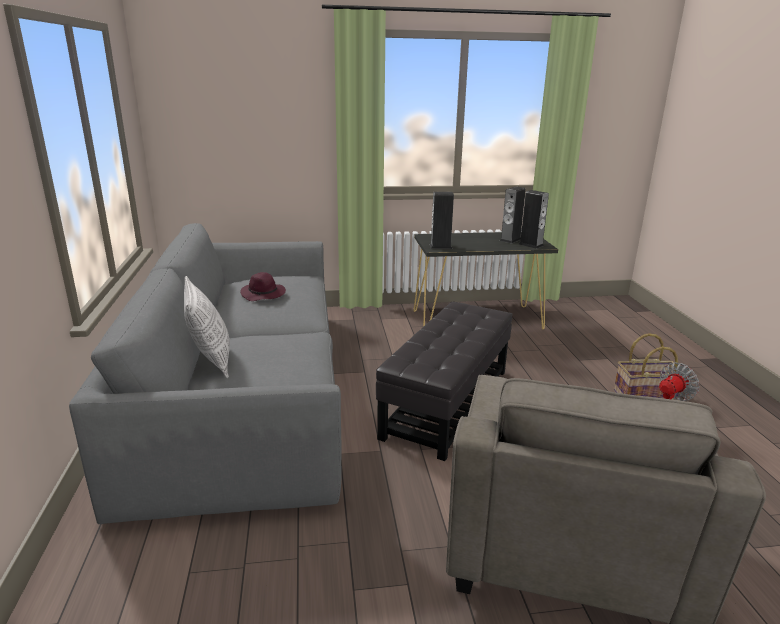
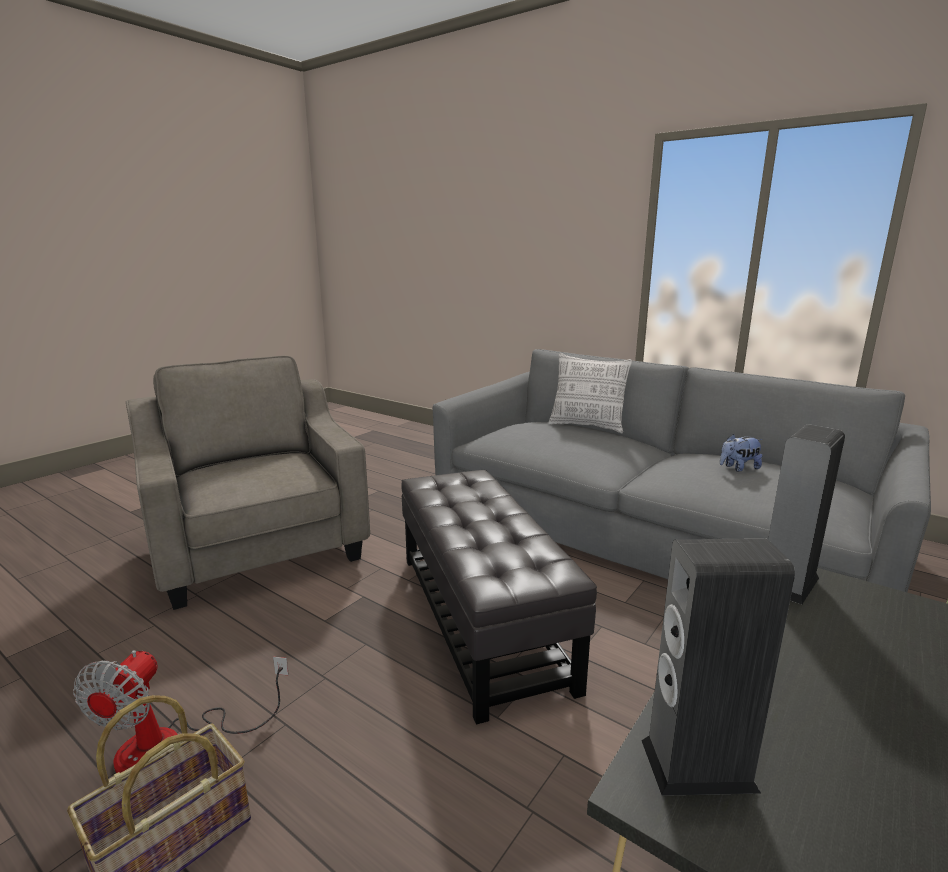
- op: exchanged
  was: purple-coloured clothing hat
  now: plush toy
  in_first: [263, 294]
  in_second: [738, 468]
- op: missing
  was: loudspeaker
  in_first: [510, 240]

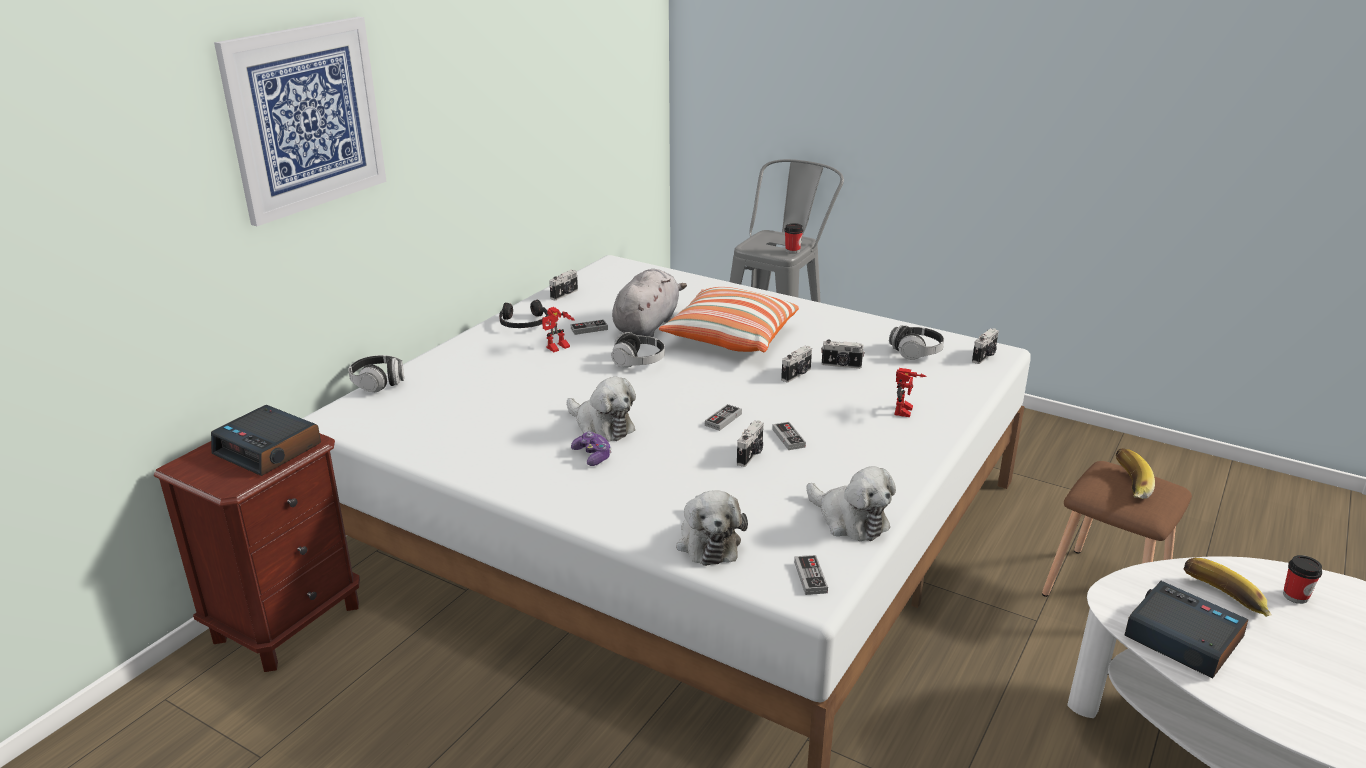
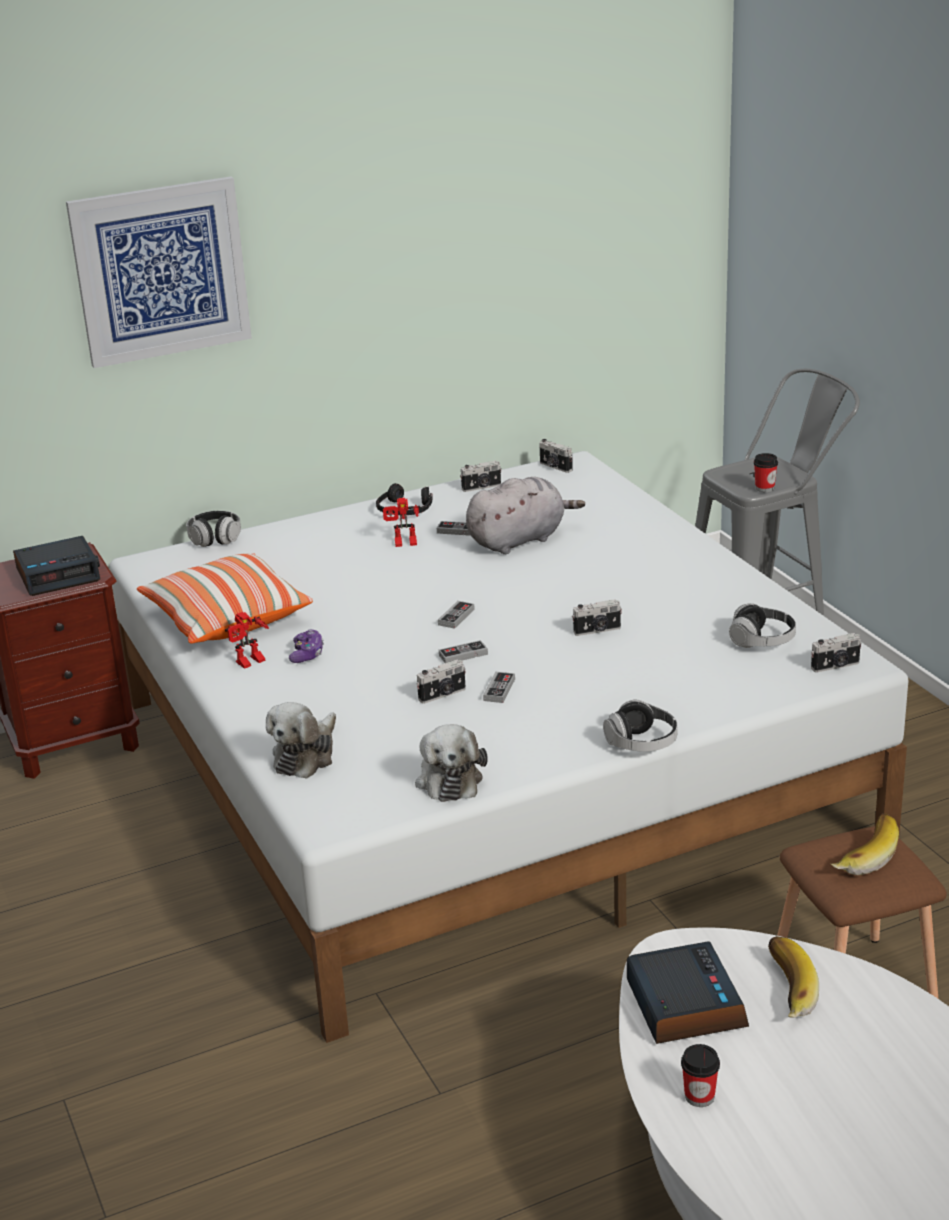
- op: spun
  was: table clock
  in_first: [269, 449]
  in_second: [59, 574]
  clockwise: -90
- op: missing
  was: plush toy
  in_first: [601, 426]
- op: relocated
  was: headset
  in_first: [638, 362]
  in_second: [642, 743]
- op: relocated
  was: throw pillow
  in_first: [730, 338]
  in_second: [225, 619]
- op: relocated
  was: gamepad
  in_first: [810, 577]
  in_second: [456, 617]
- op: relocated
  was: photo camera
  in_first: [841, 365]
  in_second: [555, 467]
- op: relocated
  was: robot figure
  in_first: [906, 412]
  in_second: [250, 663]
- op: relocated
  was: small cup
  in_first: [1295, 596]
  in_second: [699, 1096]

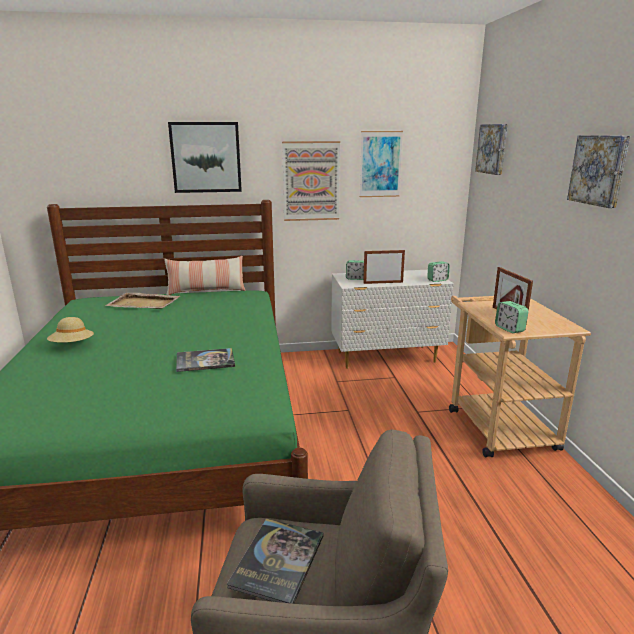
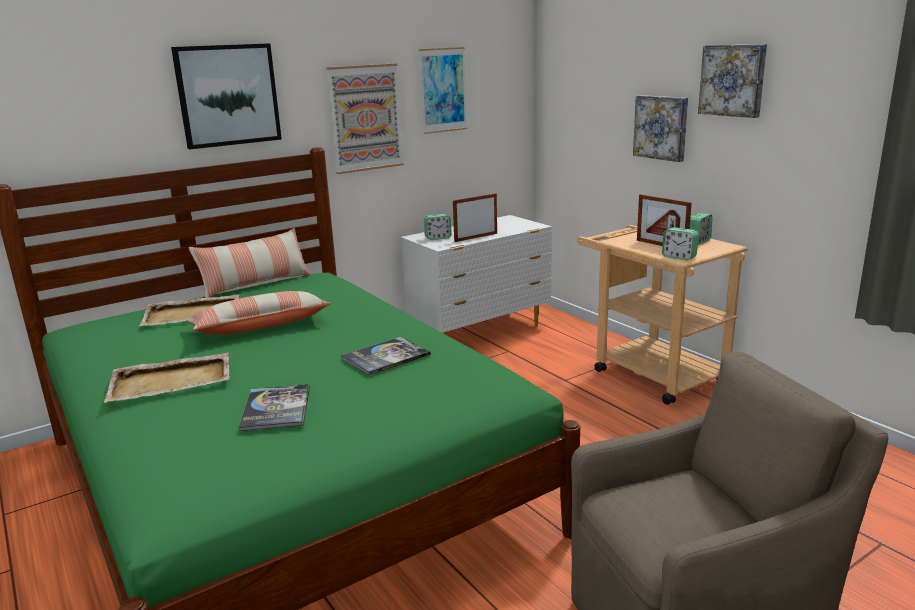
- op: exchanged
  was: beige clothing hat
  now: beige serving tray
  in_first: [72, 345]
  in_second: [172, 381]
- op: relocated
  was: book
  in_first: [278, 561]
  in_second: [276, 408]
- op: relocated
  was: table clock
  in_first: [437, 280]
  in_second: [698, 241]
- op: relocated
  was: picture
  in_first: [493, 149]
  in_second: [661, 127]
- op: appeared
  now: throw pillow
  in_second: [260, 327]

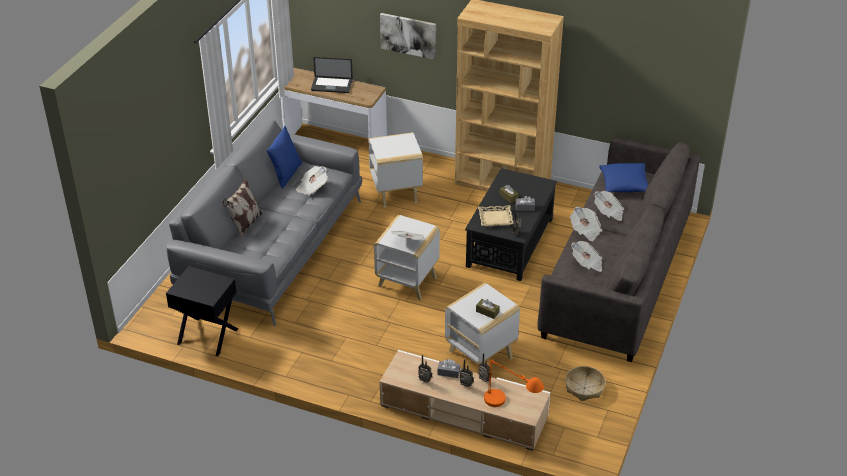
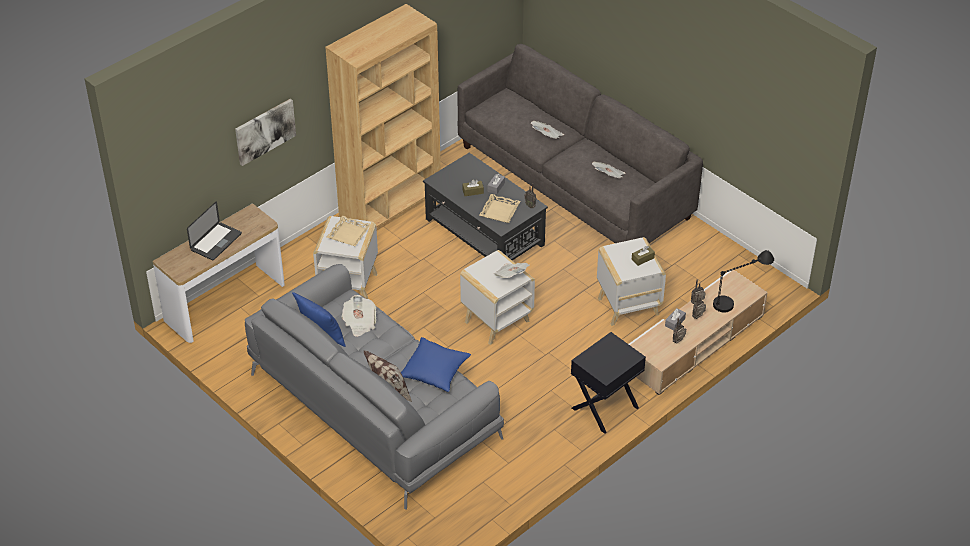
- op: relocated
  was: blackish nightstand
  in_first: [207, 337]
  in_second: [605, 408]
- op: colour
  was: orange table lamp
  now: blackish table lamp
  in_first: [510, 408]
  in_second: [739, 299]
- op: missing
  was: storage basket
  in_first: [584, 388]
- op: missing
  was: daily paper
  in_first: [585, 231]
- op: relocated
  was: blue throw pillow
  in_first: [624, 185]
  in_second: [434, 371]
- op: appeared
  now: beige serving tray
  in_second: [349, 234]

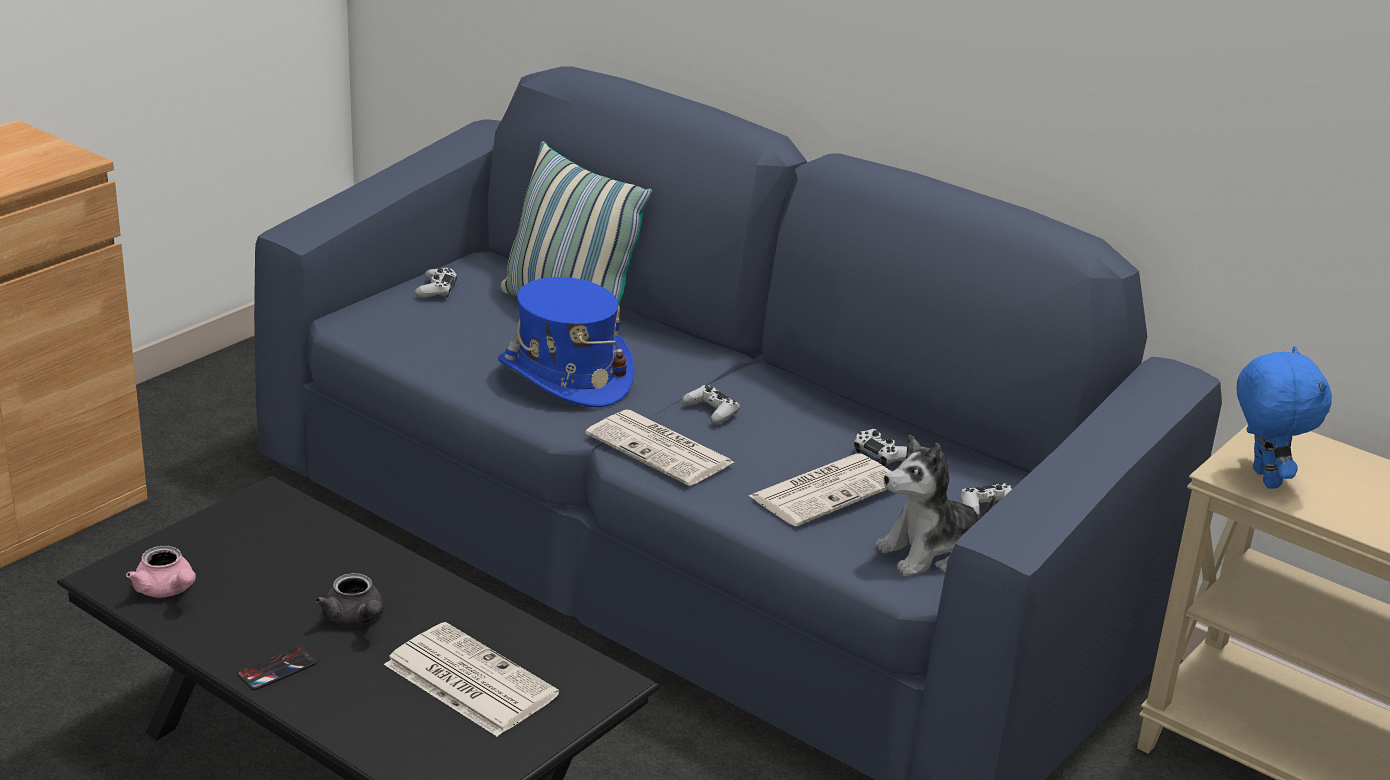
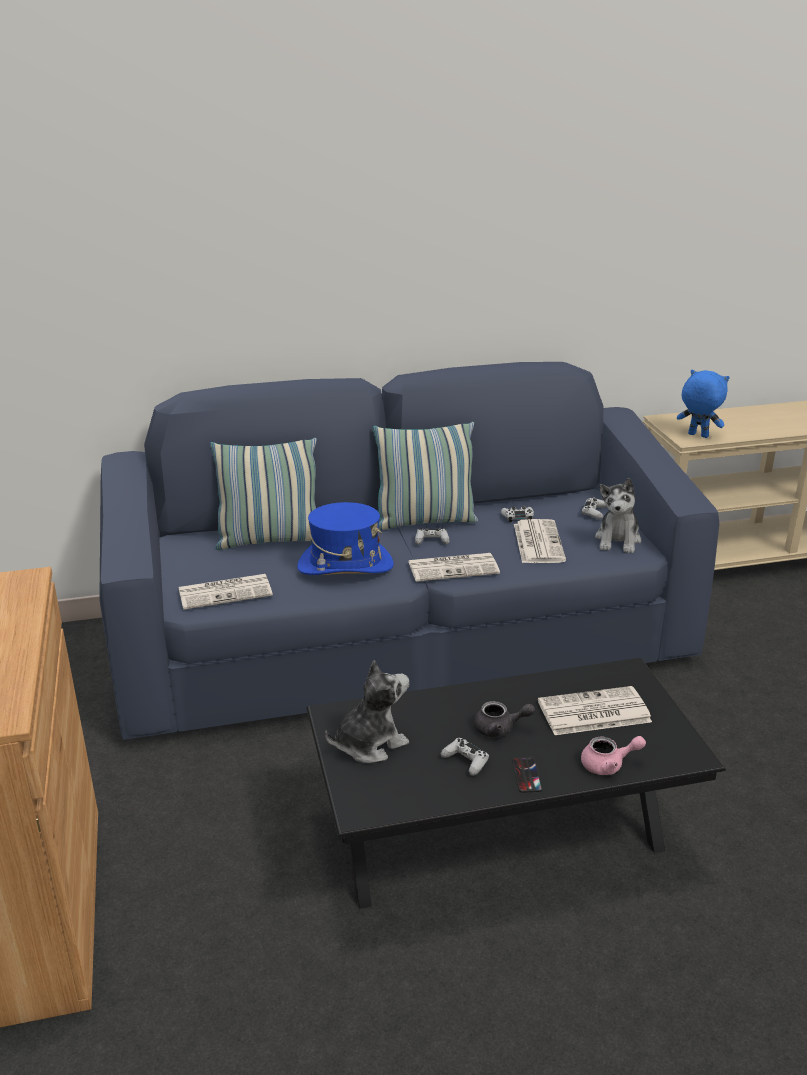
- op: relocated
  was: pinkish teapot
  in_first: [167, 590]
  in_second: [608, 765]
- op: relocated
  was: white gamepad
  in_first: [436, 289]
  in_second: [465, 761]
- op: appeared
  now: daily paper
  in_second: [226, 592]
- op: appeared
  now: plush toy
  in_second: [369, 744]
- op: appeared
  now: throw pillow
  in_second: [425, 521]

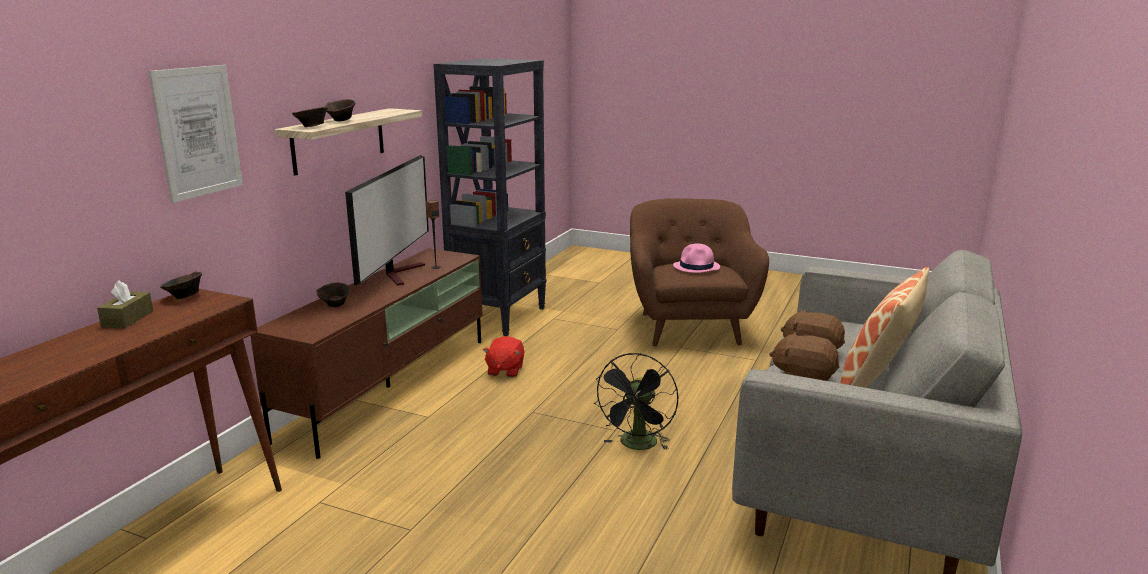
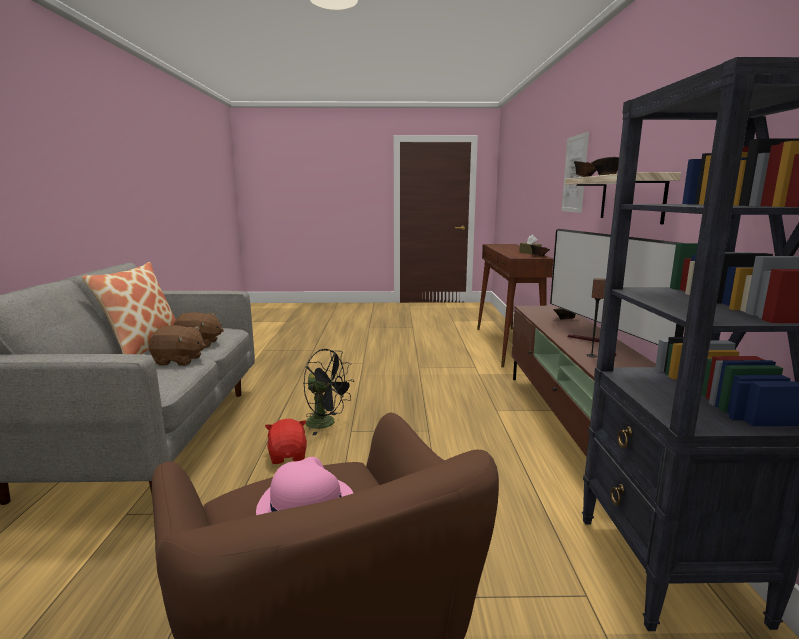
- op: relocated
  was: red-coloured plush toy
  in_first: [505, 370]
  in_second: [288, 456]
- op: spun
  was: blackish fan
  in_first: [637, 446]
  in_second: [327, 423]
  clockwise: 120

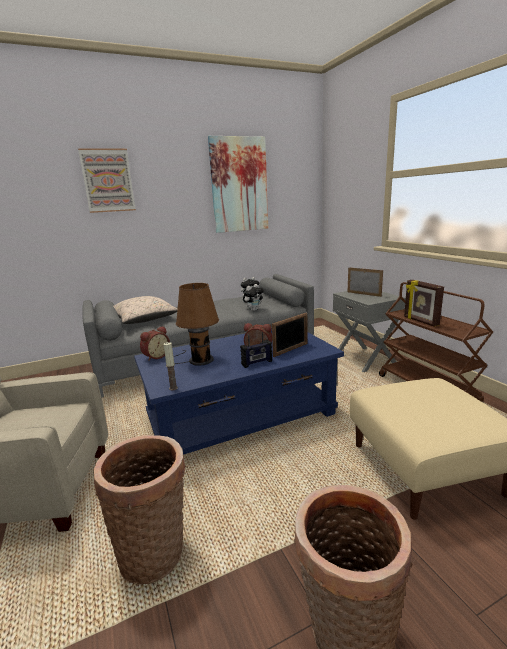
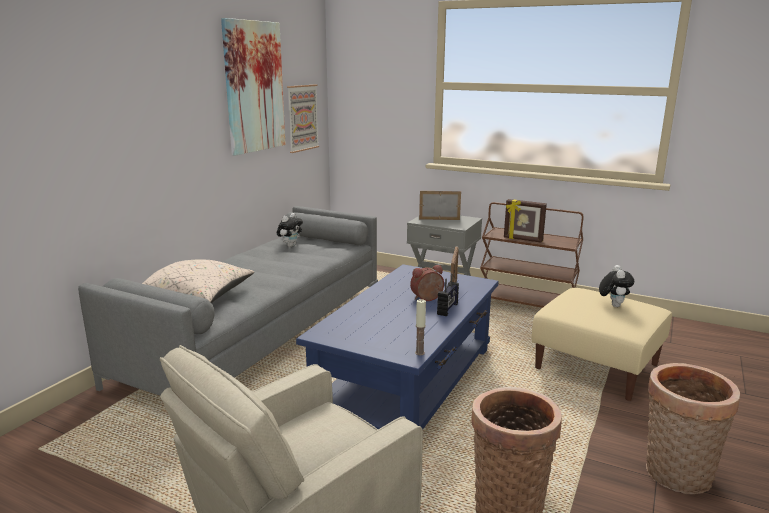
- op: relocated
  was: picture
  in_first: [108, 181]
  in_second: [302, 118]
- op: missing
  was: table clock
  in_first: [155, 356]
- op: missing
  was: brownish table lamp
  in_first: [198, 360]
- op: relocated
  was: plush toy
  in_first: [253, 310]
  in_second: [613, 305]

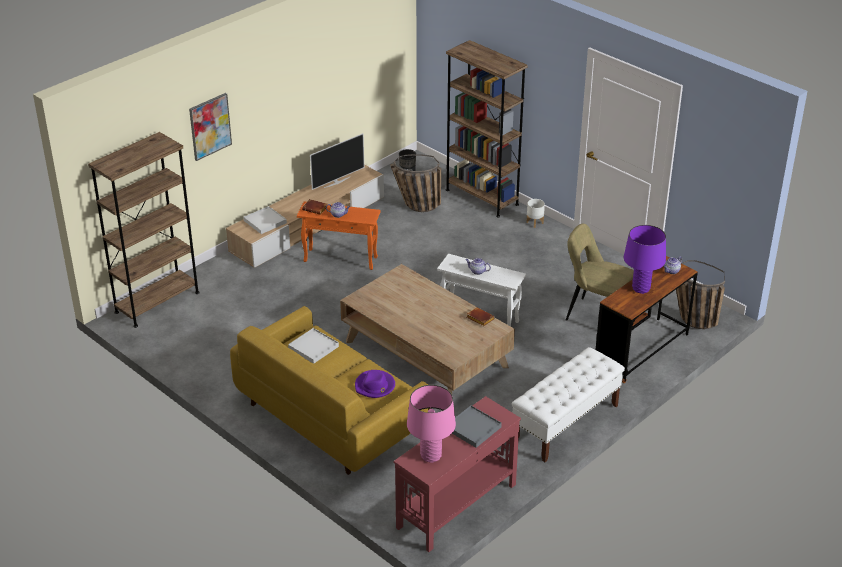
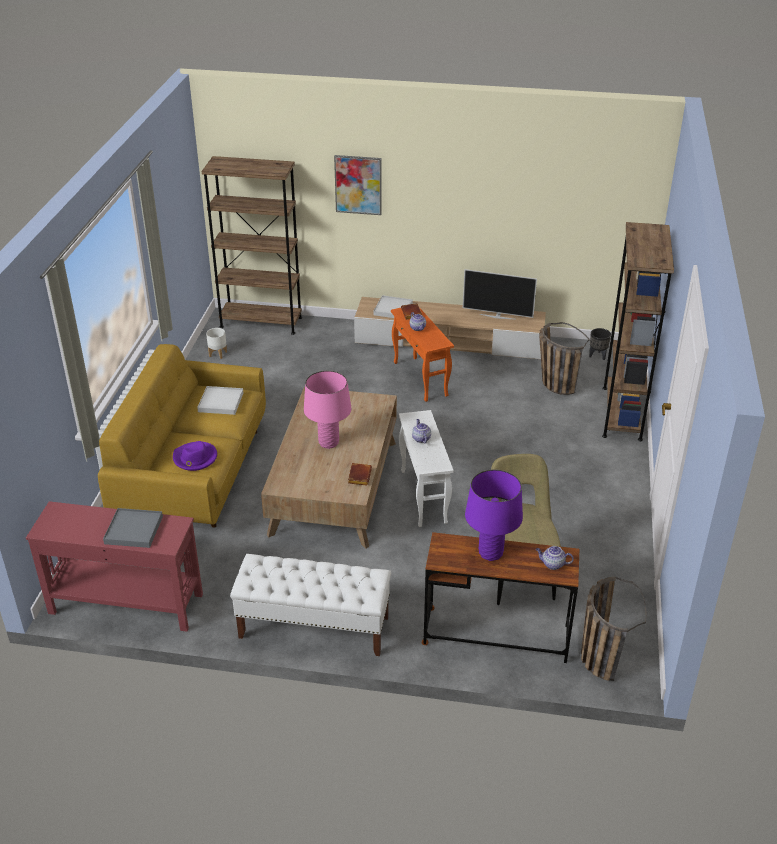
- op: relocated
  was: pinkish table lamp
  in_first: [431, 456]
  in_second: [329, 443]
- op: relocated
  was: white plant pot
  in_first: [534, 222]
  in_second: [218, 354]

